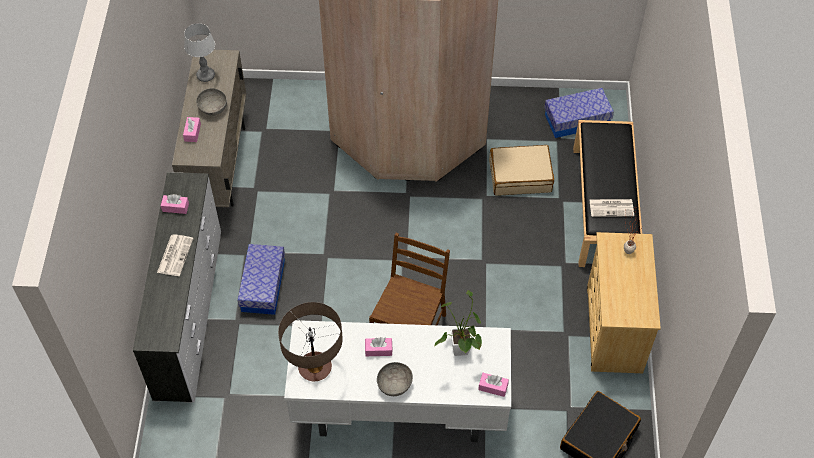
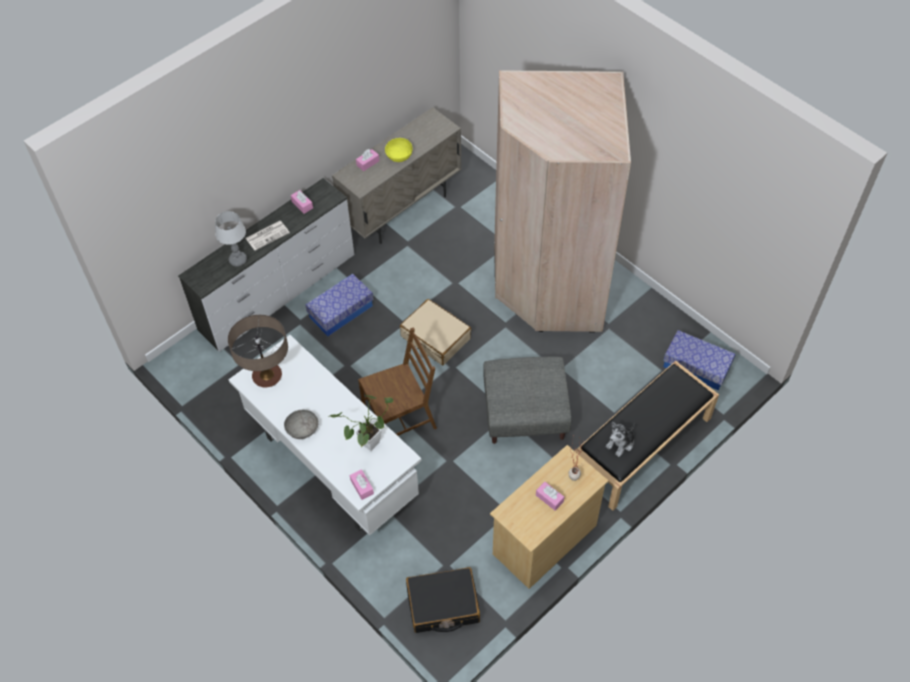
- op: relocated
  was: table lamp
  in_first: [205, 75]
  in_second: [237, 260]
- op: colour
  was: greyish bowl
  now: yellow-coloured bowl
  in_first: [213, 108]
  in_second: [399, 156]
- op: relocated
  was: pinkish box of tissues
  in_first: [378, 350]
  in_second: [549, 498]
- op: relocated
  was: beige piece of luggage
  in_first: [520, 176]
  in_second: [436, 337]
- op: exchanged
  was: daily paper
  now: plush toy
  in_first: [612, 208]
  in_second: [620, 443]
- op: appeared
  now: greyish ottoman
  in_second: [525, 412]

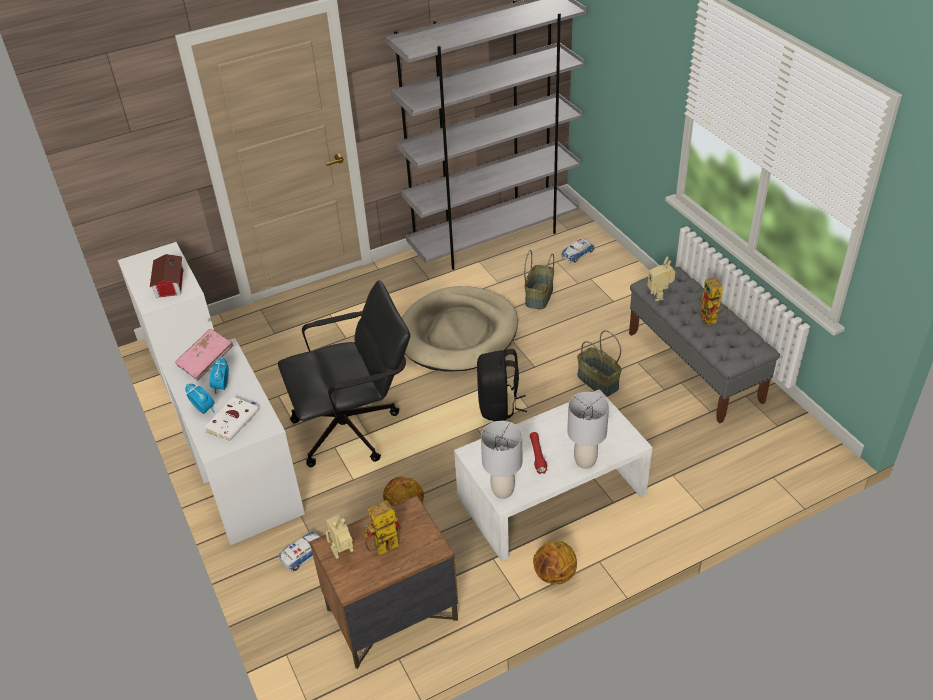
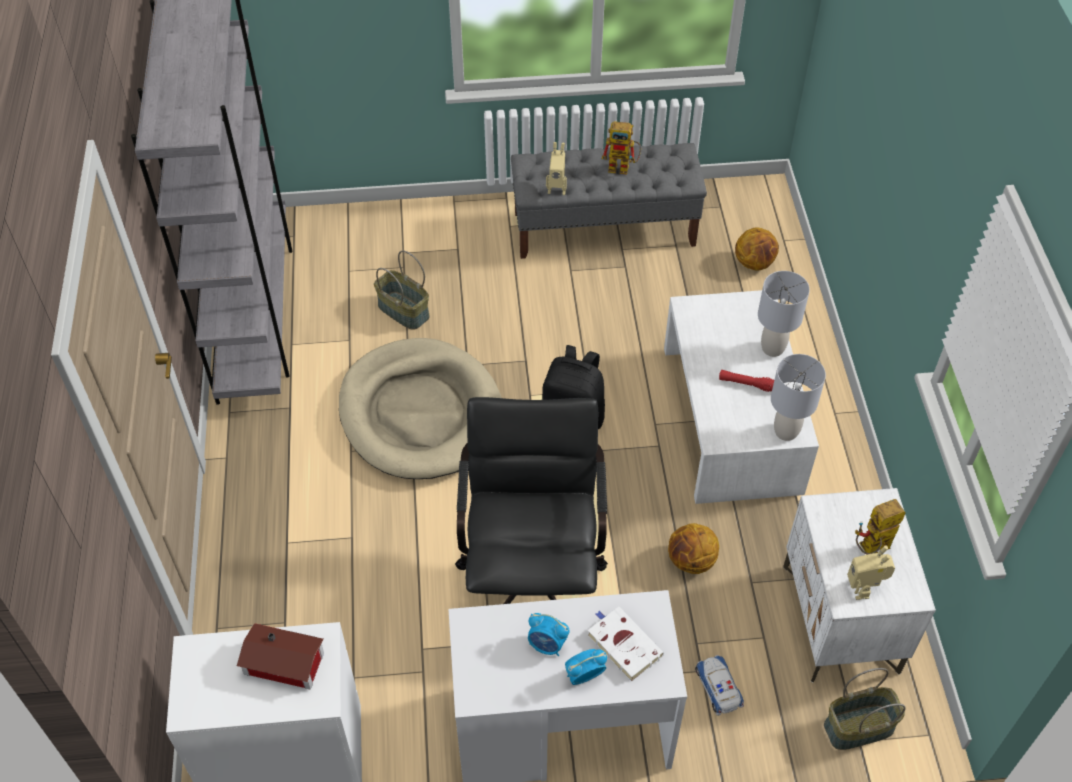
- op: missing
  was: pinkish book
  in_first: [206, 361]
- op: colour
  was: brownish nightstand
  now: white nightstand
  in_first: [391, 615]
  in_second: [840, 620]
- op: spun
  was: robot figure
  in_first: [382, 550]
  in_second: [870, 550]
  clockwise: 75
- op: relocated
  was: basketball
  in_first: [554, 575]
  in_second: [755, 263]
- op: missing
  was: model car
  in_first: [577, 253]
- op: relocated
  was: storage basket
  in_first: [597, 381]
  in_second: [858, 728]

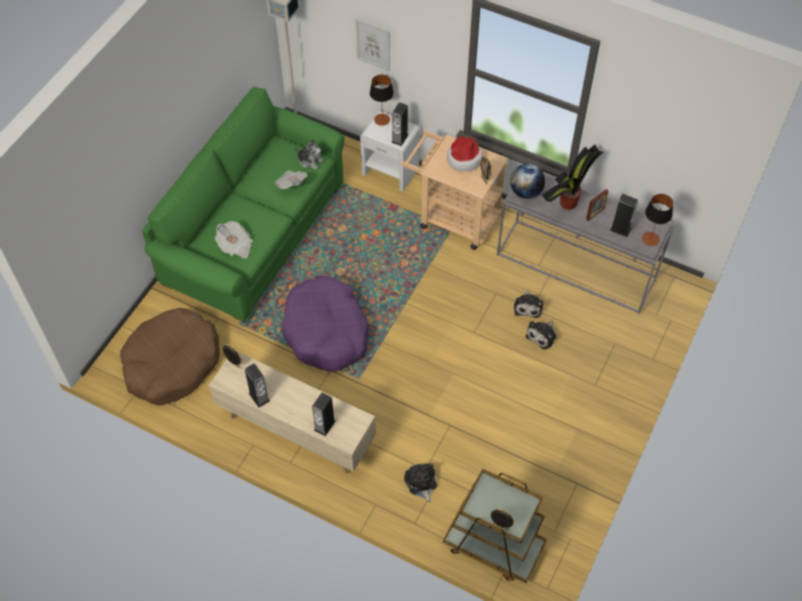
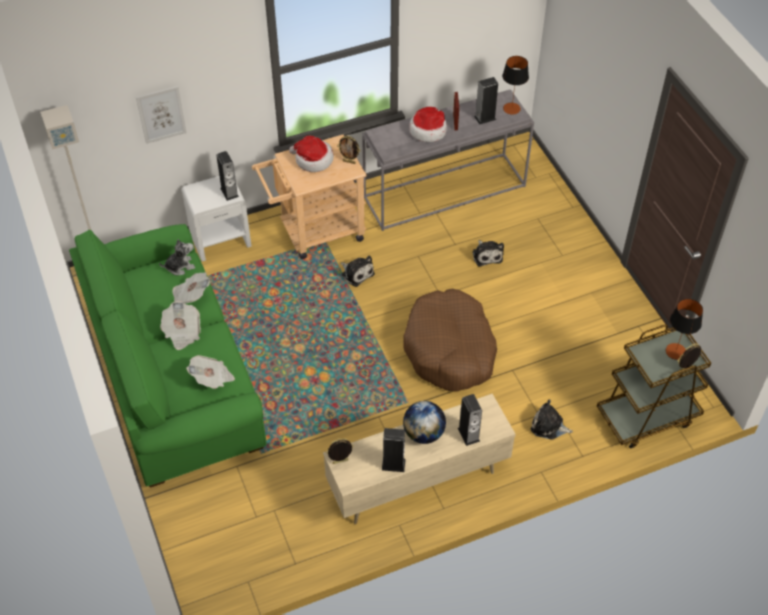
- op: relocated
  was: brownish pet bed
  in_first: [172, 363]
  in_second: [450, 349]
- op: missing
  was: purple-coloured pet bed
  in_first: [326, 331]
- op: relocated
  was: table lamp
  in_first: [382, 119]
  in_second: [675, 351]
- op: relocated
  was: world globe
  in_first: [526, 192]
  in_second: [423, 433]
- op: relocated
  was: plush toy
  in_first: [528, 306]
  in_second: [357, 273]
- op: exchanged
  was: potted plant
  now: clothing hat
  in_first: [567, 203]
  in_second: [428, 130]
- op: appeared
  now: daily paper
  in_second: [182, 332]

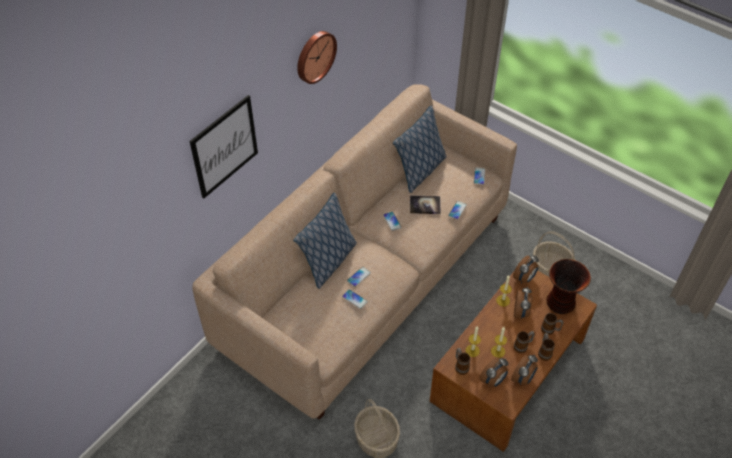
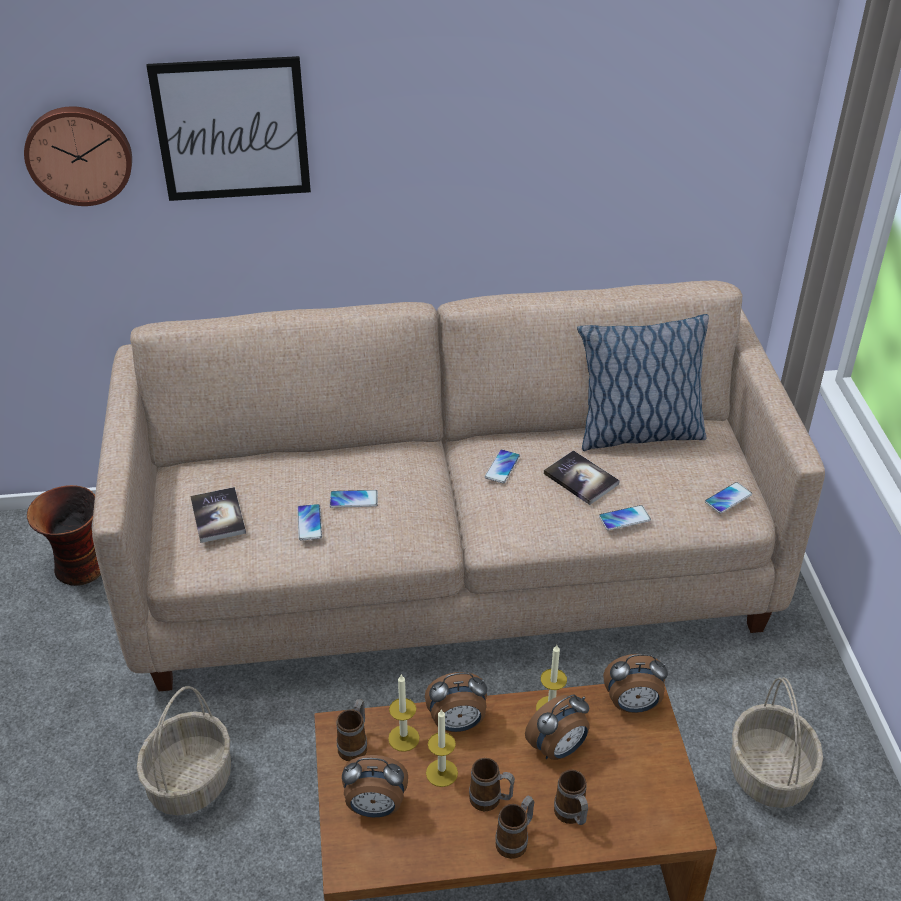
- op: missing
  was: throw pillow
  in_first: [328, 262]
- op: relocated
  was: wall clock
  in_first: [314, 56]
  in_second: [79, 154]
- op: relocated
  was: table clock
  in_first: [523, 378]
  in_second: [457, 724]
- op: relocated
  was: vase
  in_first: [561, 303]
  in_second: [79, 568]
- op: appeared
  now: book
  in_second: [218, 516]

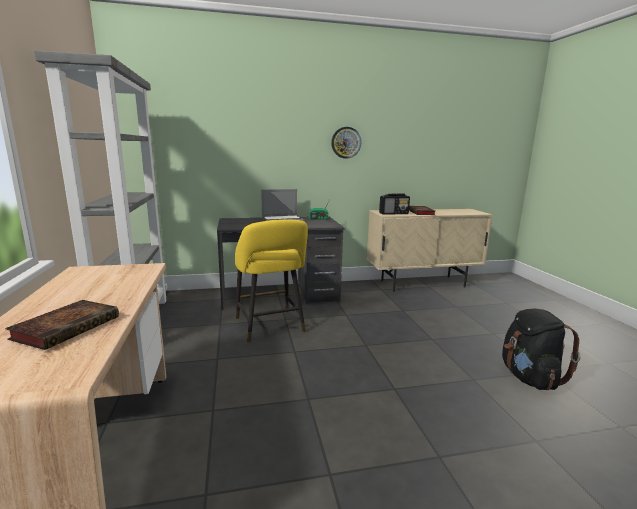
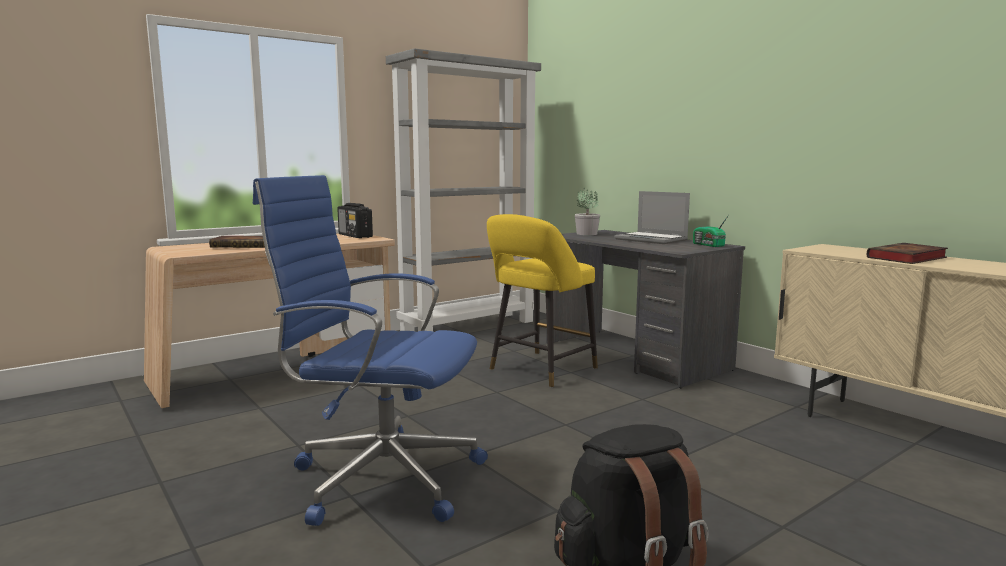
- op: missing
  was: wall clock
  in_first: [346, 142]
- op: relocated
  was: radio set
  in_first: [394, 213]
  in_second: [355, 236]
- op: appeared
  now: blue computer chair
  in_second: [381, 477]
- op: appeared
  now: potted plant
  in_second: [586, 234]

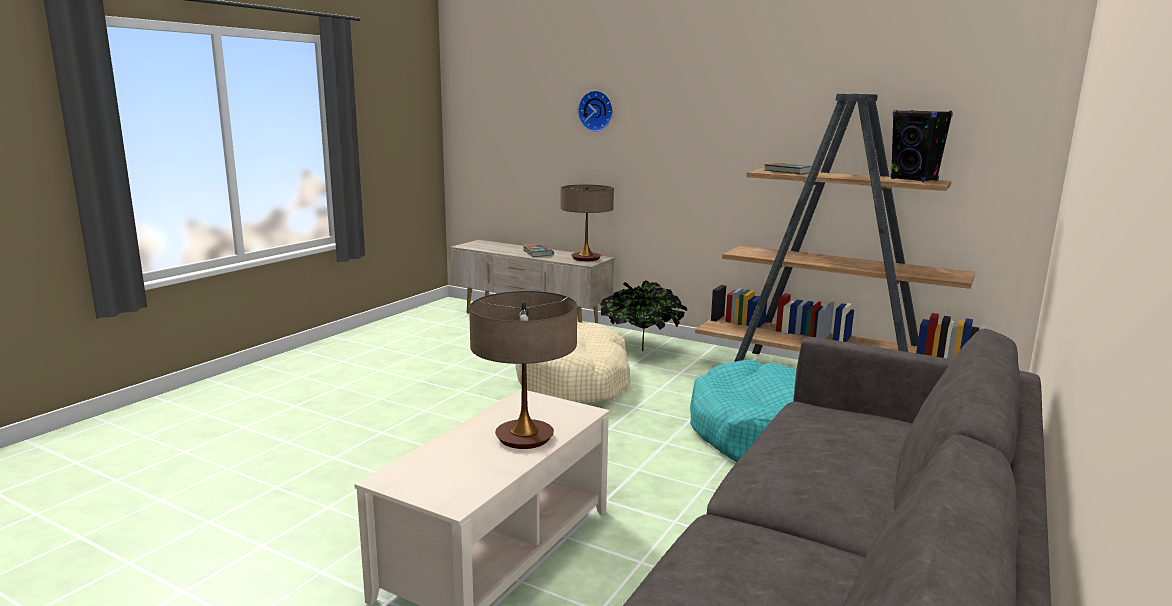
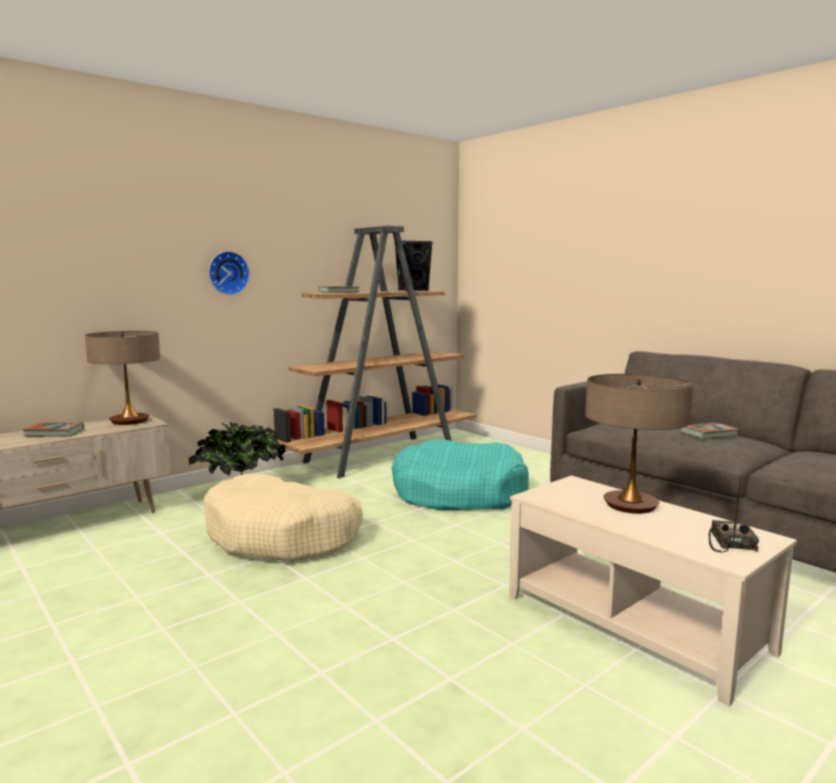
- op: relocated
  was: wall clock
  in_first: [596, 111]
  in_second: [228, 273]
- op: appeared
  now: book
  in_second: [708, 434]
- op: appeared
  now: radio set
  in_second: [729, 543]

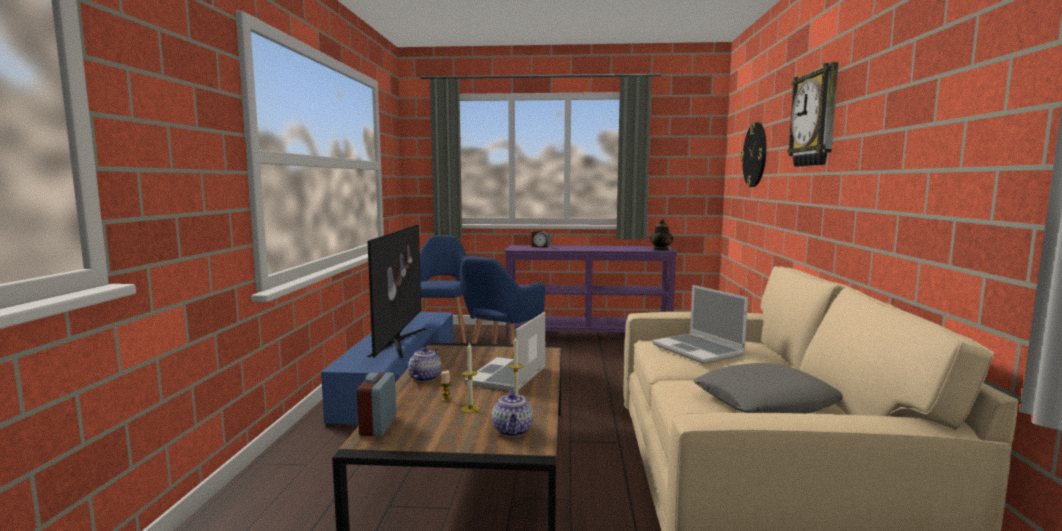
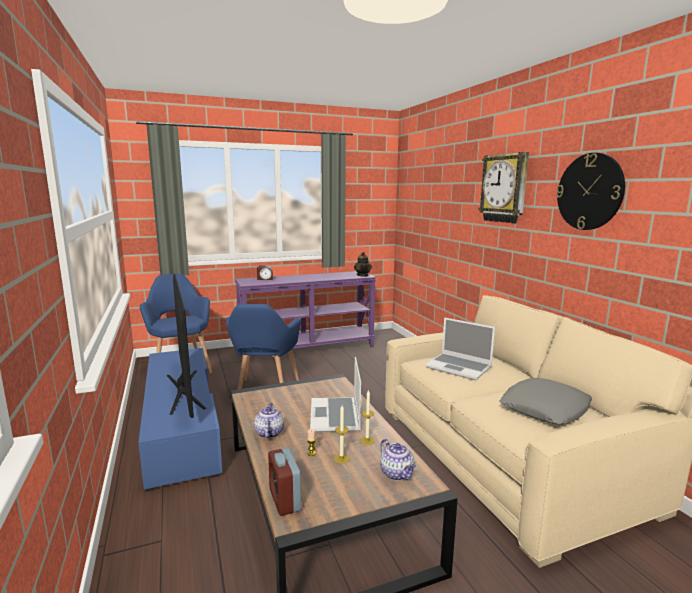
- op: relocated
  was: wall clock
  in_first: [755, 155]
  in_second: [589, 192]

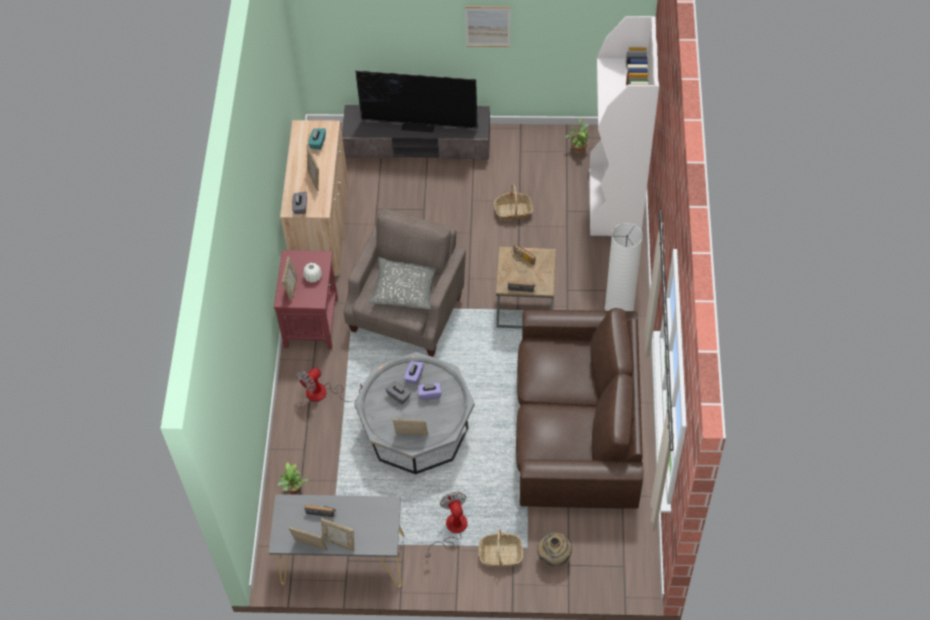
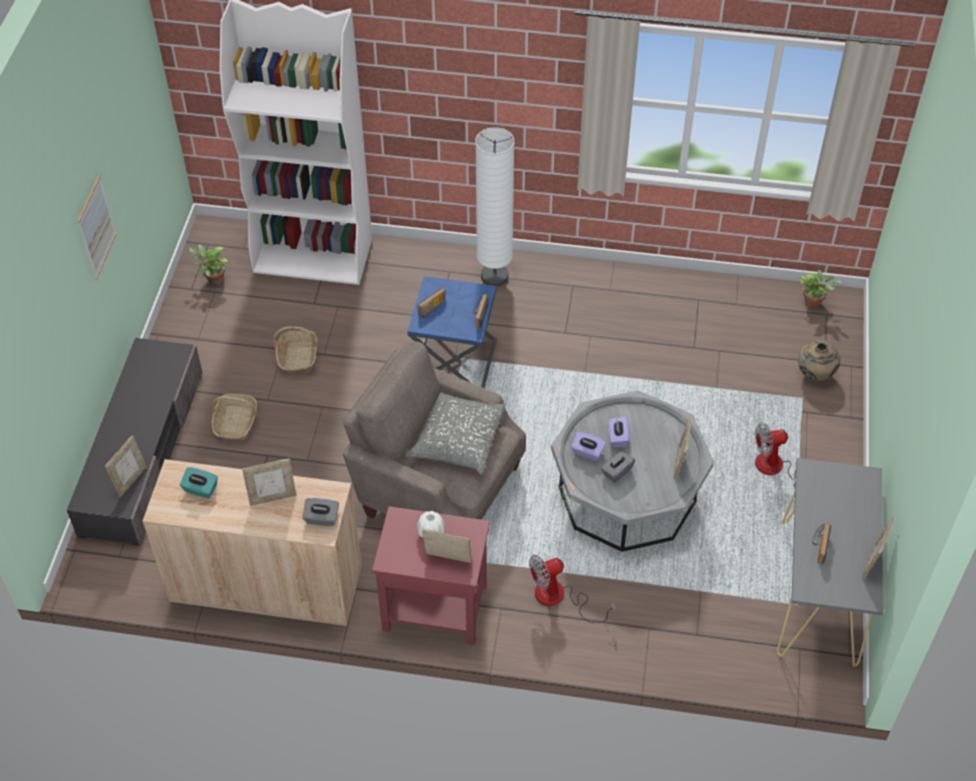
- op: relocated
  was: potted plant
  in_first: [294, 490]
  in_second: [814, 302]
- op: spun
  was: fan
  in_first: [324, 393]
  in_second: [559, 598]
  clockwise: 105
- op: relocated
  was: picture frame
  in_first: [339, 543]
  in_second: [130, 480]
- op: missing
  was: television
  in_first: [419, 124]
- op: relocated
  was: storage basket
  in_first: [500, 554]
  in_second: [236, 423]
- op: colour
  was: brownish end table
  now: blue end table
  in_first: [525, 305]
  in_second: [454, 361]
- op: missing
  was: brownish sofa
  in_first: [576, 424]

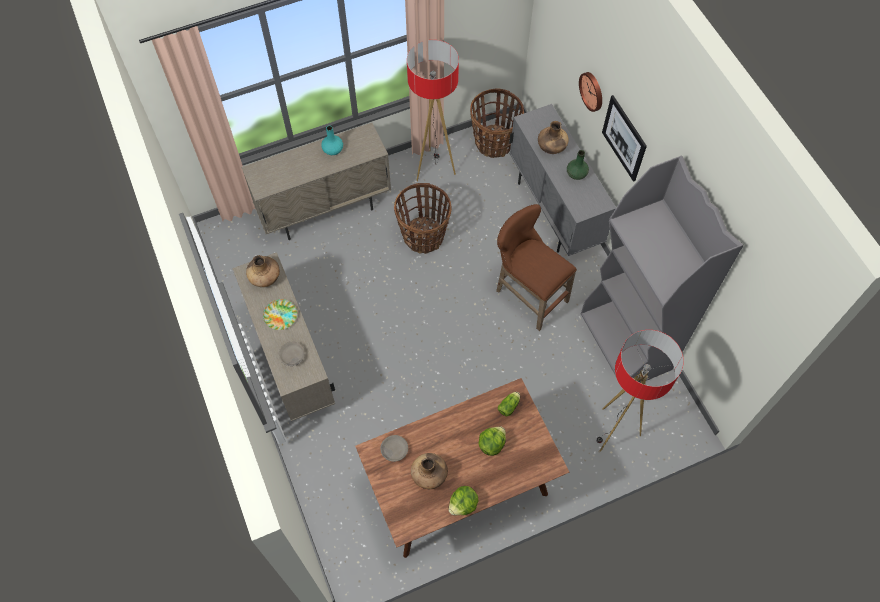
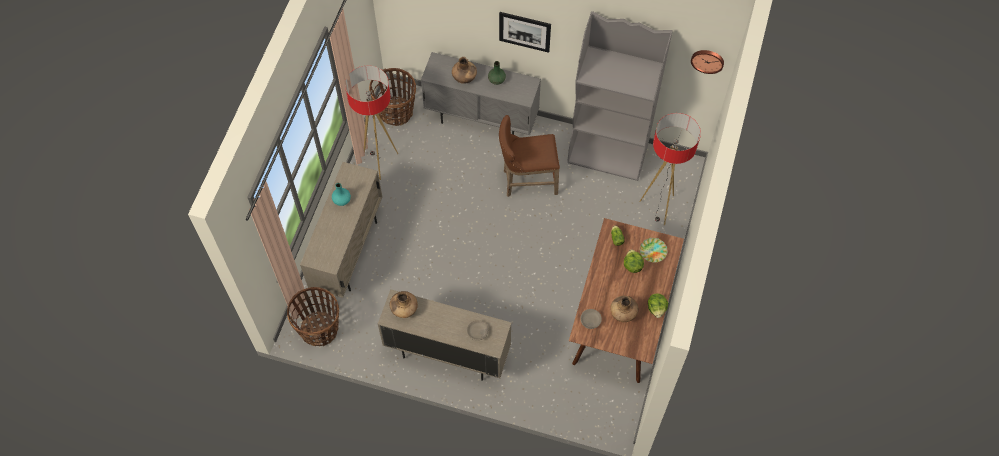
- op: relocated
  was: flat dish
  in_first: [280, 315]
  in_second: [653, 251]
- op: relocated
  was: storage basket
  in_first: [423, 236]
  in_second: [319, 329]
- op: relocated
  was: wall clock
  in_first: [592, 91]
  in_second: [707, 60]

